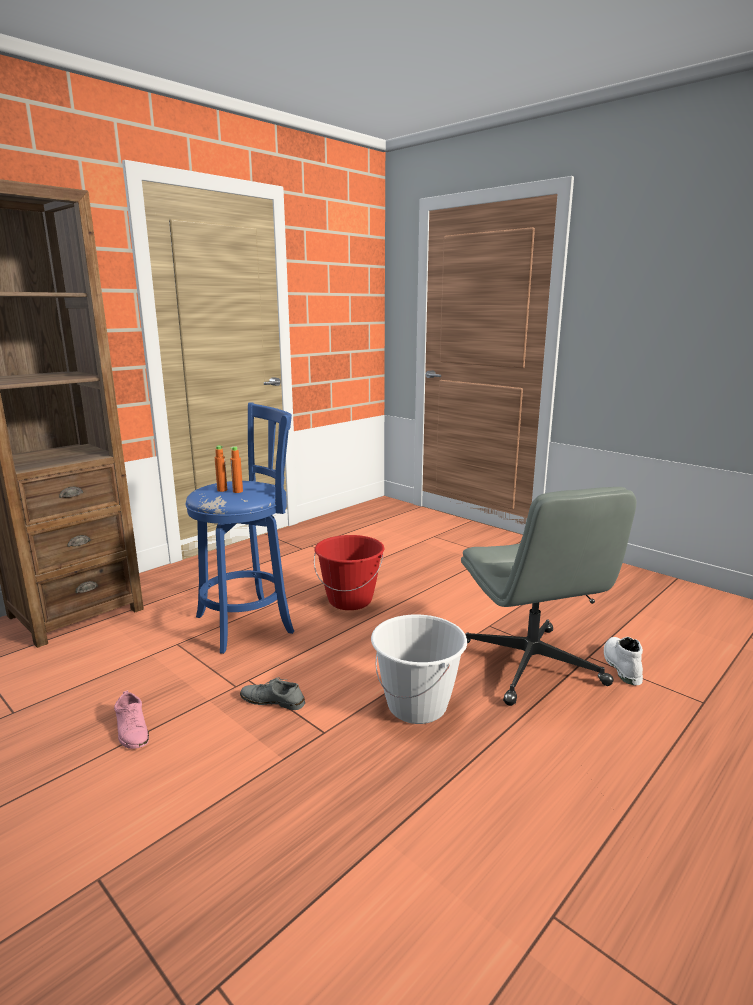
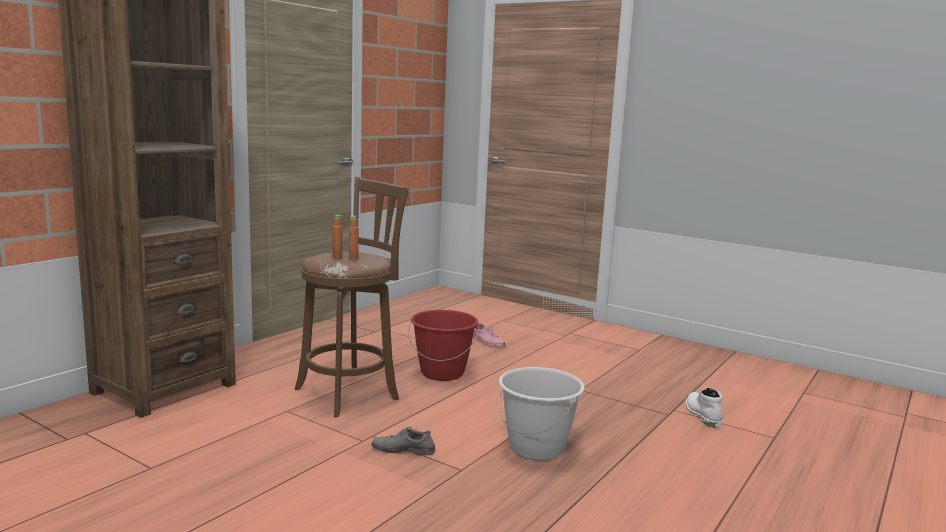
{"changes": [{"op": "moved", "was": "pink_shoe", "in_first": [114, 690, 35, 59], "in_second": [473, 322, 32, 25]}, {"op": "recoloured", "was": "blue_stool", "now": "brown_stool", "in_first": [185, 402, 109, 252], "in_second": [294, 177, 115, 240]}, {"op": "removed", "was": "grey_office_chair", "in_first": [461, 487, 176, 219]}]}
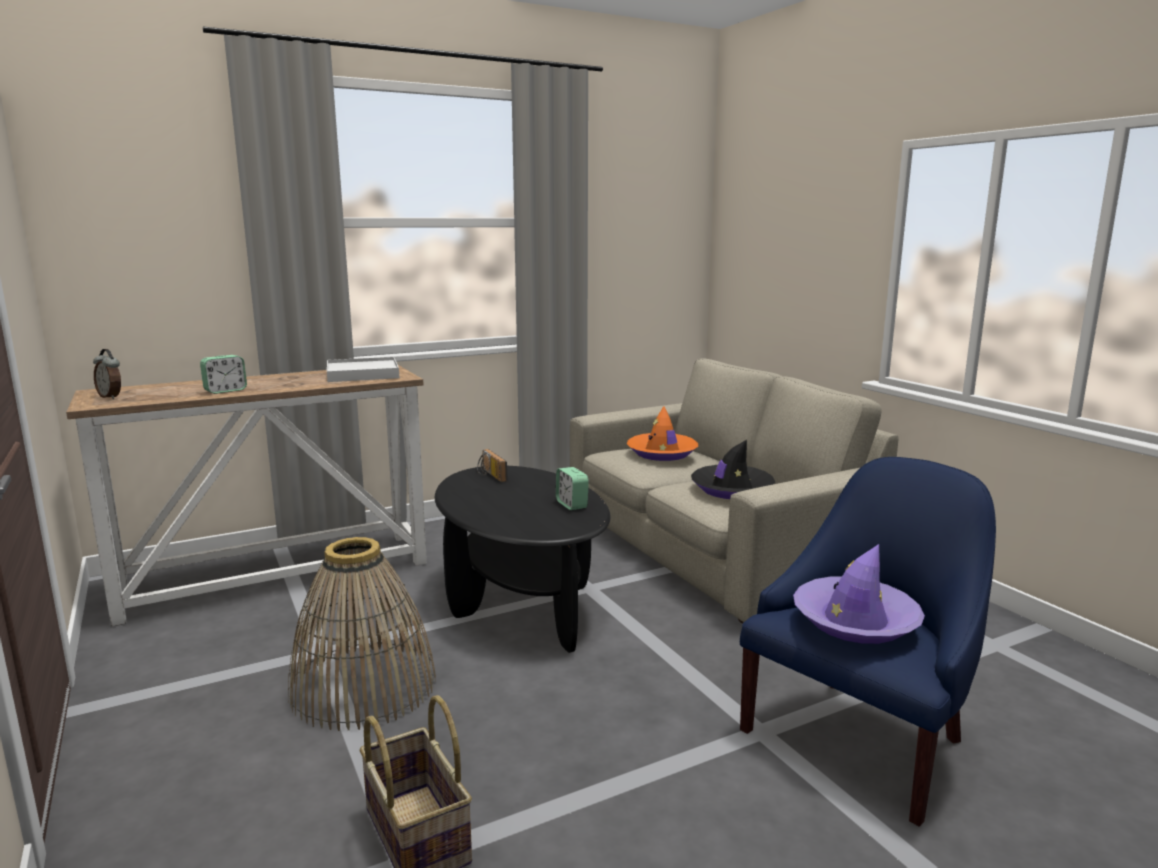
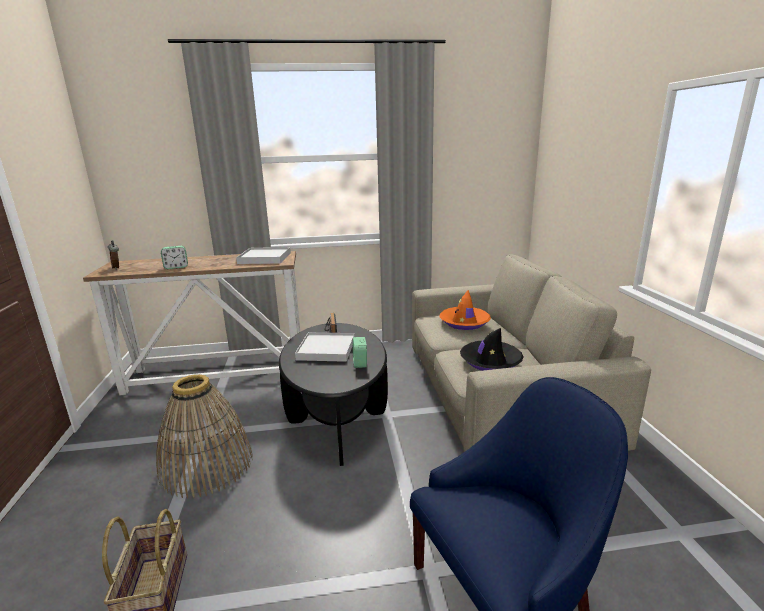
{"changes": [{"op": "removed", "was": "purple_hat", "in_first": [793, 544, 132, 100]}, {"op": "added", "now": "white_tray", "in_second": [295, 332, 60, 30]}]}
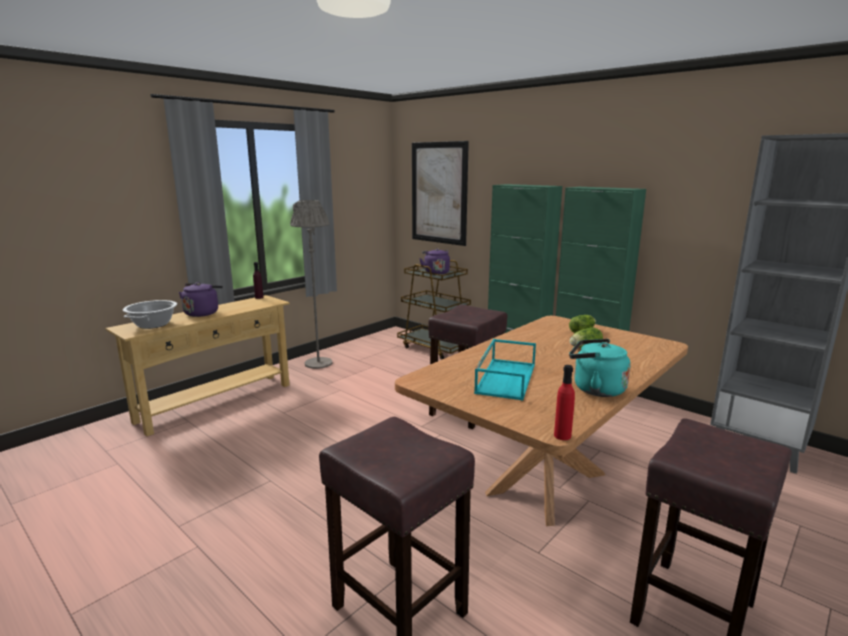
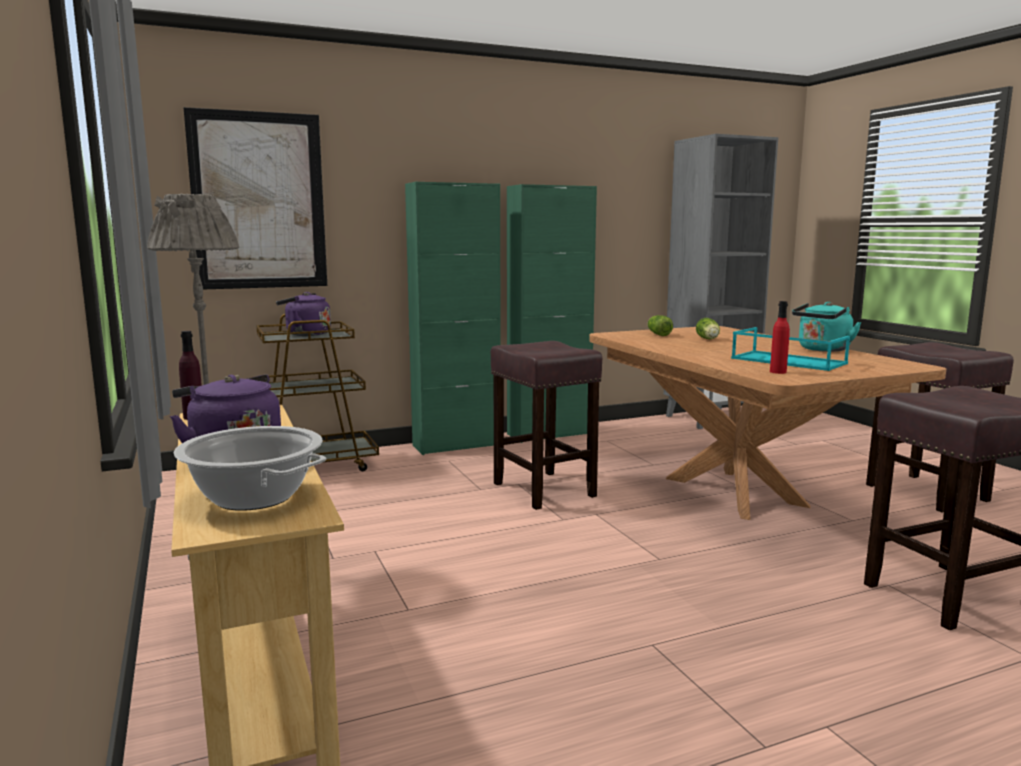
{"changes": [{"op": "moved", "was": "red_bottle", "in_first": [554, 365, 21, 75], "in_second": [770, 301, 20, 73]}]}
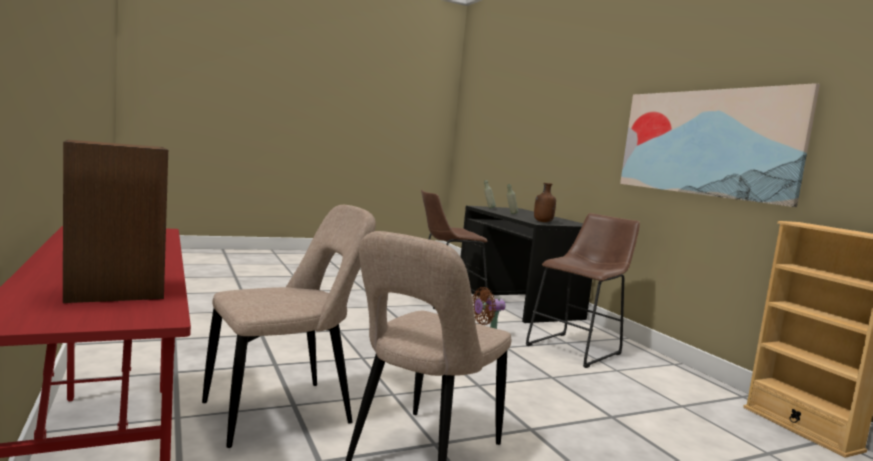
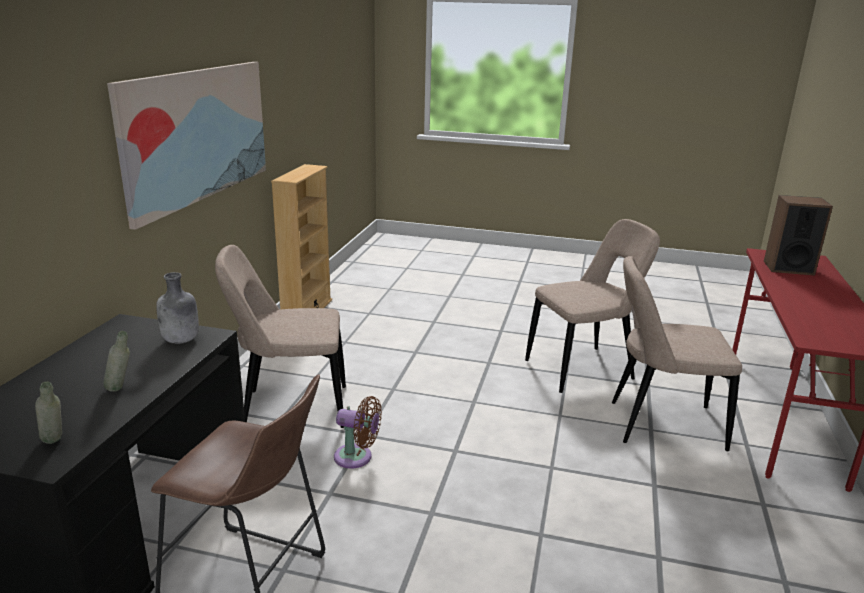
{"changes": [{"op": "replaced", "was": "brown_stool", "now": "beige_chair", "in_first": [526, 213, 114, 155], "in_second": [215, 245, 131, 183]}, {"op": "recoloured", "was": "brown_bottle", "now": "grey_bottle", "in_first": [534, 183, 22, 39], "in_second": [156, 272, 43, 72]}]}
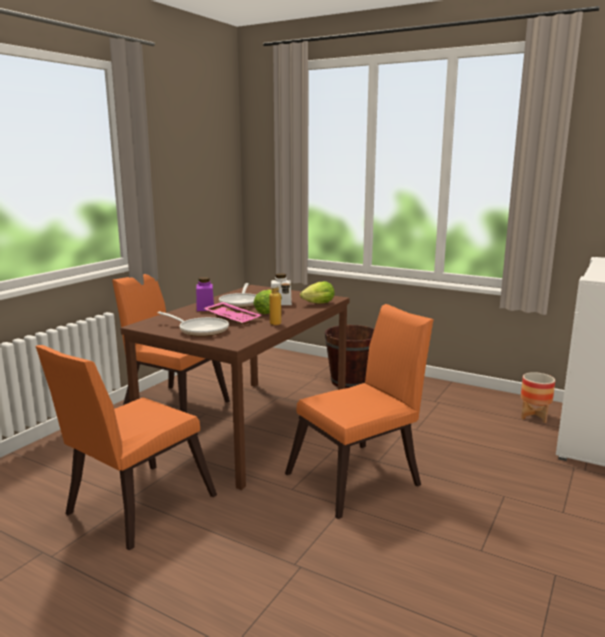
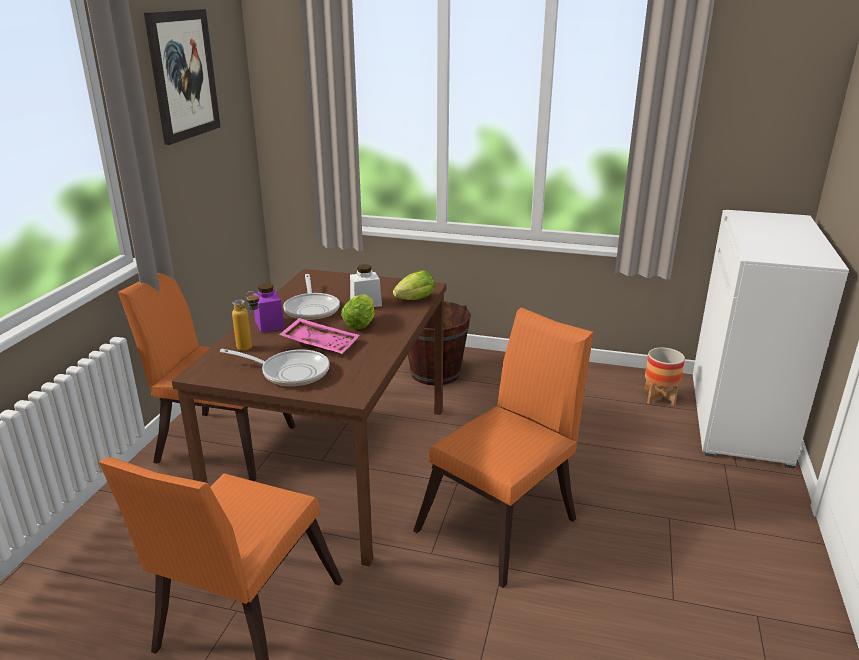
{"changes": [{"op": "moved", "was": "bottle", "in_first": [269, 279, 21, 46], "in_second": [232, 291, 28, 60]}, {"op": "added", "now": "picture", "in_second": [144, 9, 77, 136]}]}
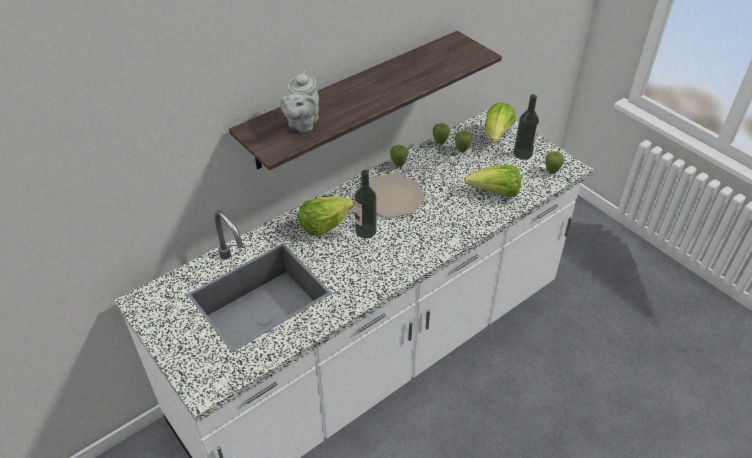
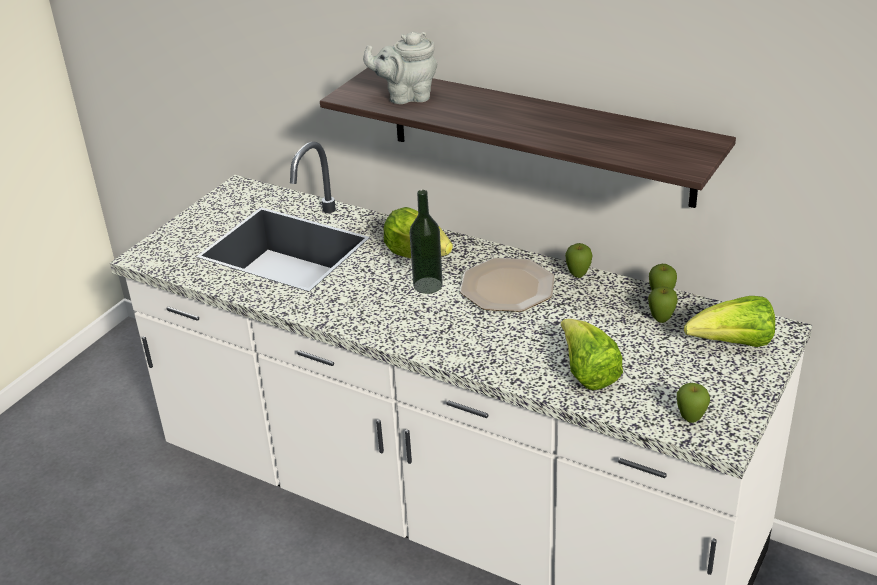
{"changes": [{"op": "removed", "was": "bottle", "in_first": [514, 94, 25, 66]}]}
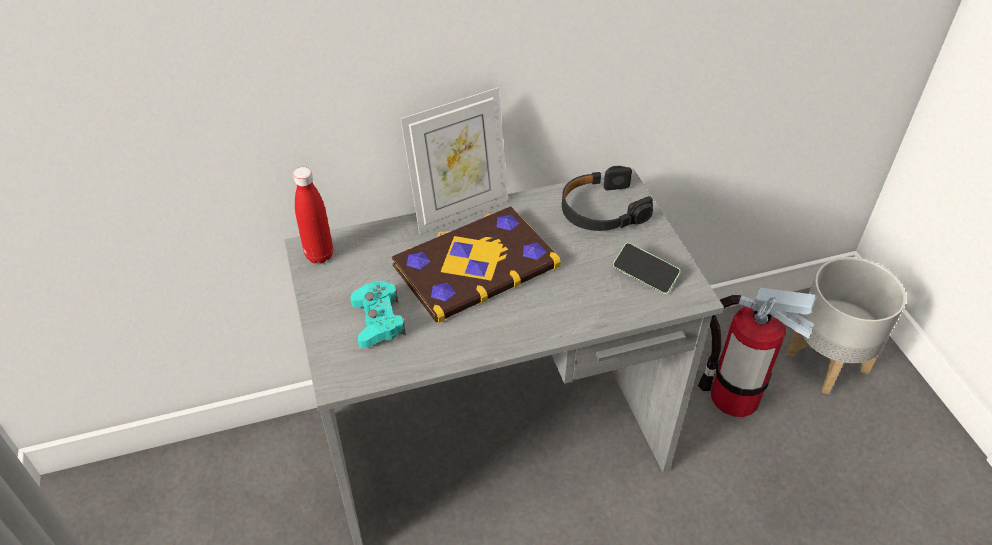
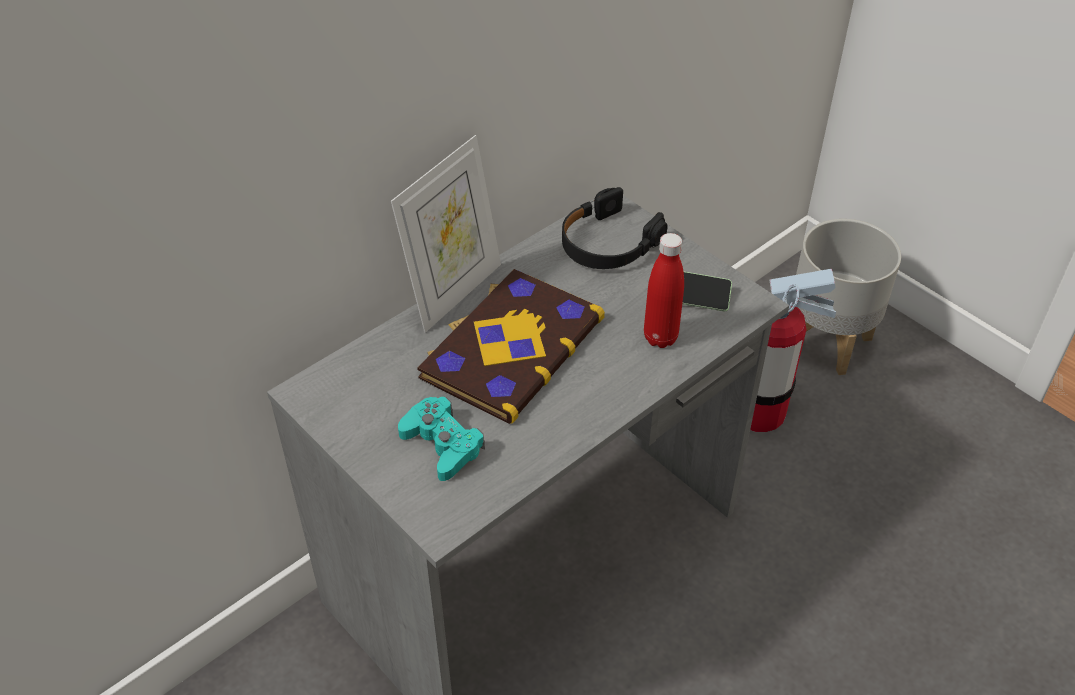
{"changes": [{"op": "moved", "was": "red_bottle", "in_first": [293, 167, 40, 96], "in_second": [644, 233, 40, 115]}]}
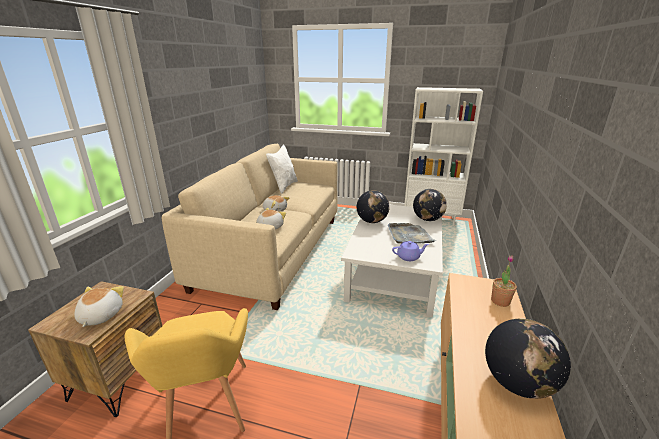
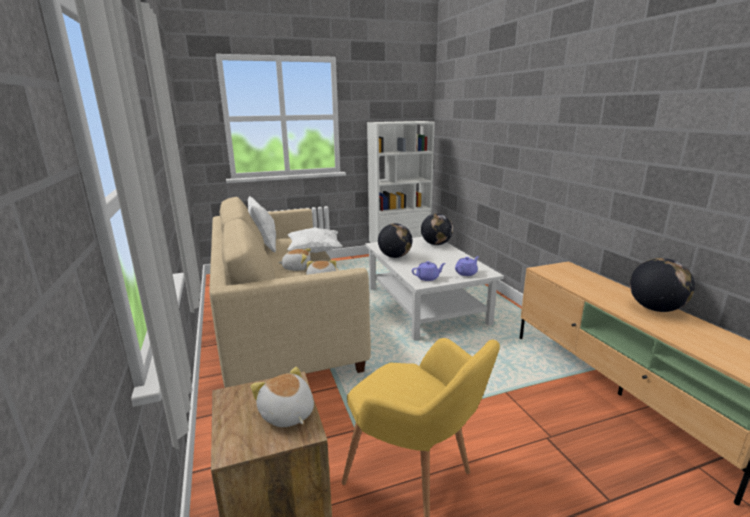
{"changes": [{"op": "removed", "was": "grey_tray", "in_first": [388, 223, 48, 21]}, {"op": "removed", "was": "potted_plant", "in_first": [491, 255, 26, 52]}, {"op": "added", "now": "white_pillow", "in_second": [287, 227, 56, 26]}, {"op": "added", "now": "purple_teapot", "in_second": [412, 261, 34, 20]}]}
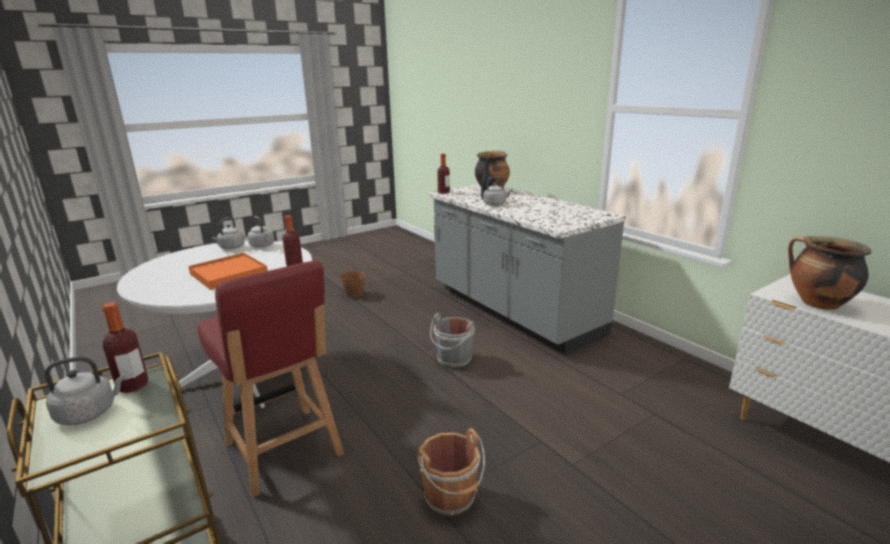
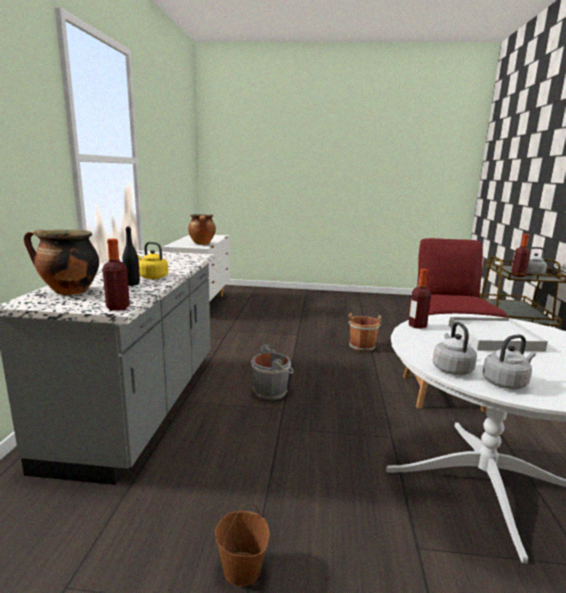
{"changes": [{"op": "recoloured", "was": "orange_tray", "now": "white_tray", "in_first": [188, 253, 80, 37], "in_second": [448, 317, 100, 34]}, {"op": "recoloured", "was": "grey_kettle", "now": "yellow_kettle", "in_first": [483, 176, 30, 30], "in_second": [138, 242, 30, 37]}]}
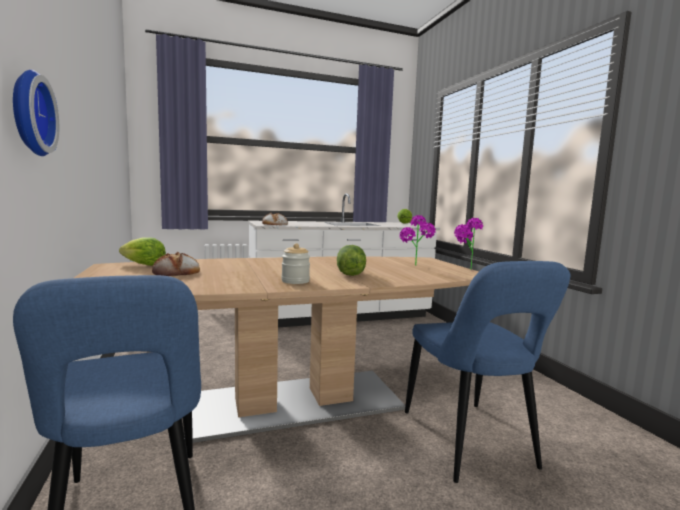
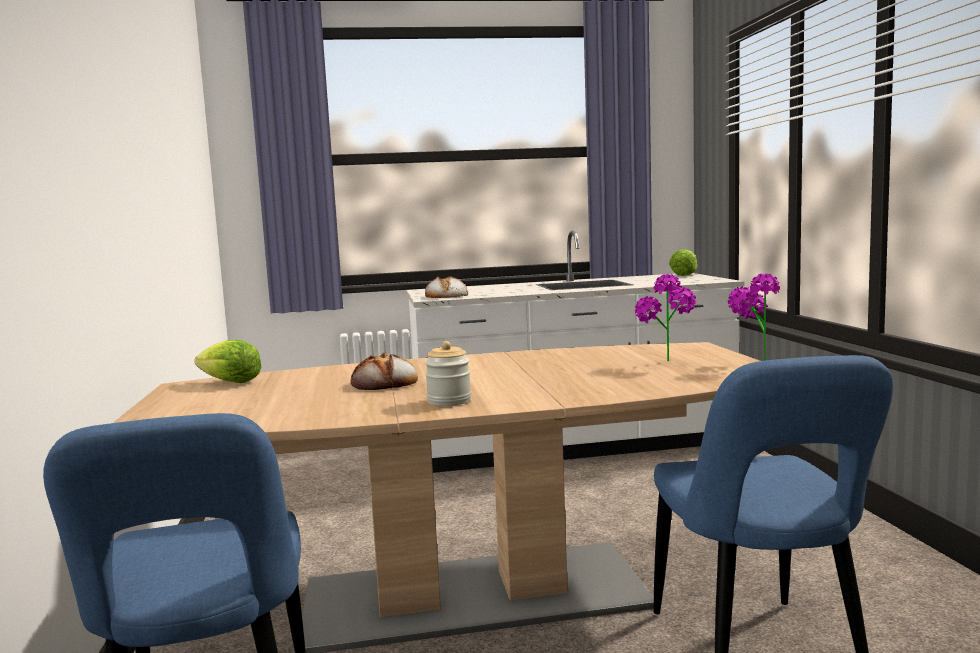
{"changes": [{"op": "removed", "was": "wall_clock", "in_first": [13, 70, 46, 86]}, {"op": "moved", "was": "bread", "in_first": [152, 252, 48, 24], "in_second": [351, 352, 67, 38]}, {"op": "removed", "was": "lettuce", "in_first": [337, 245, 29, 31]}]}
